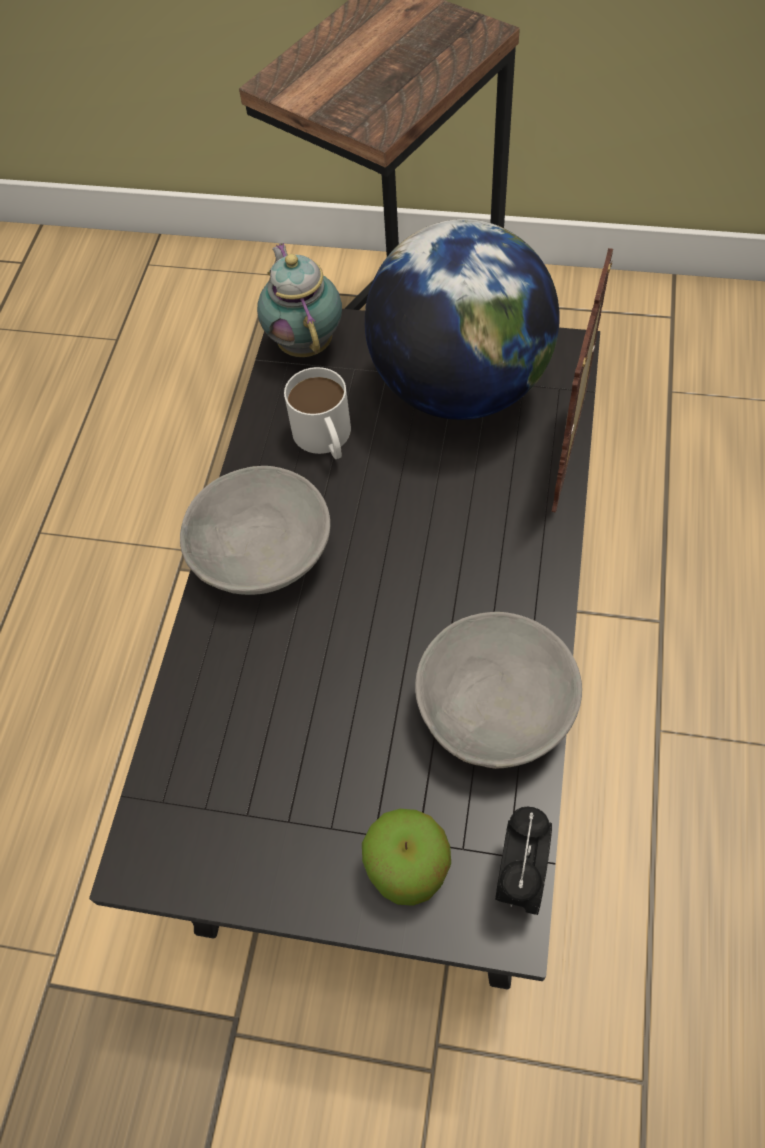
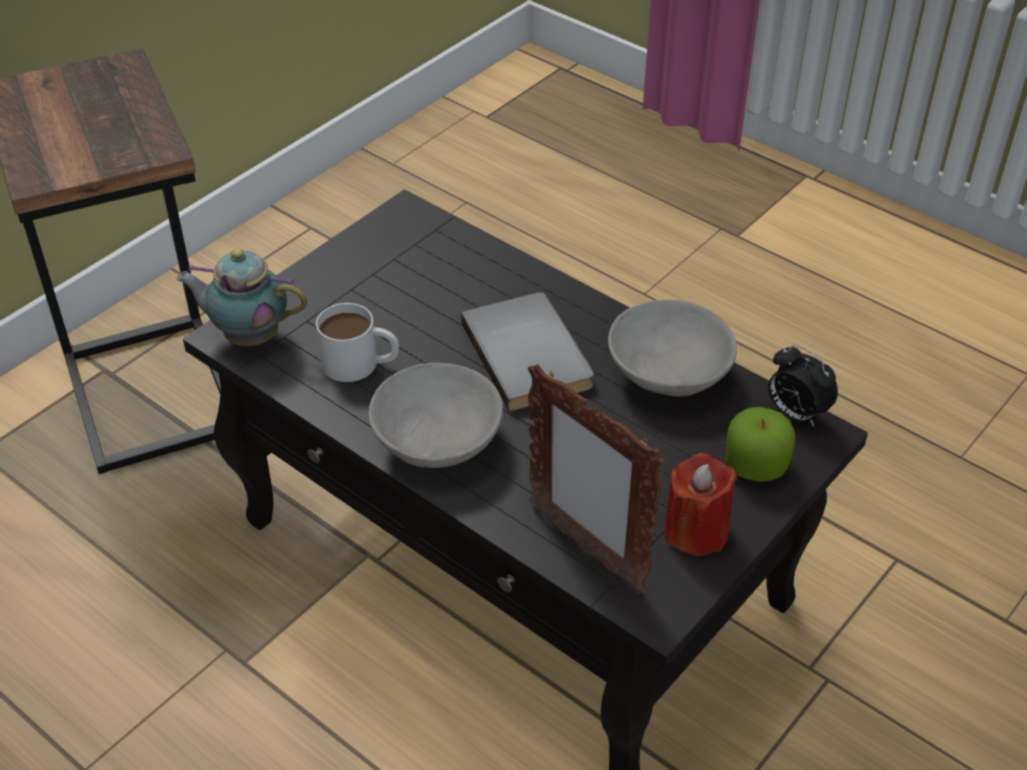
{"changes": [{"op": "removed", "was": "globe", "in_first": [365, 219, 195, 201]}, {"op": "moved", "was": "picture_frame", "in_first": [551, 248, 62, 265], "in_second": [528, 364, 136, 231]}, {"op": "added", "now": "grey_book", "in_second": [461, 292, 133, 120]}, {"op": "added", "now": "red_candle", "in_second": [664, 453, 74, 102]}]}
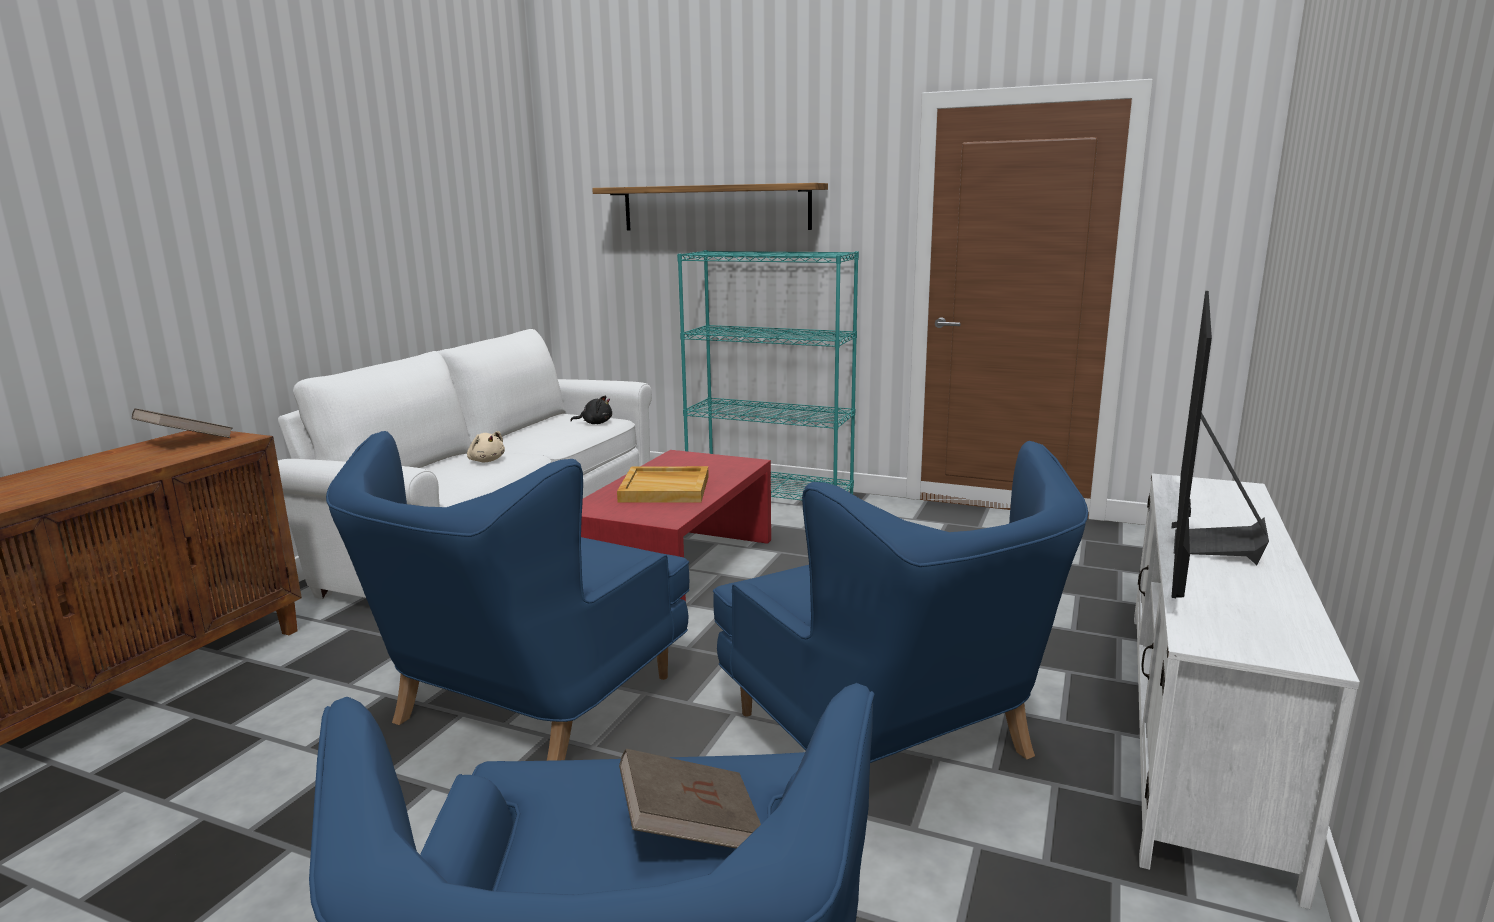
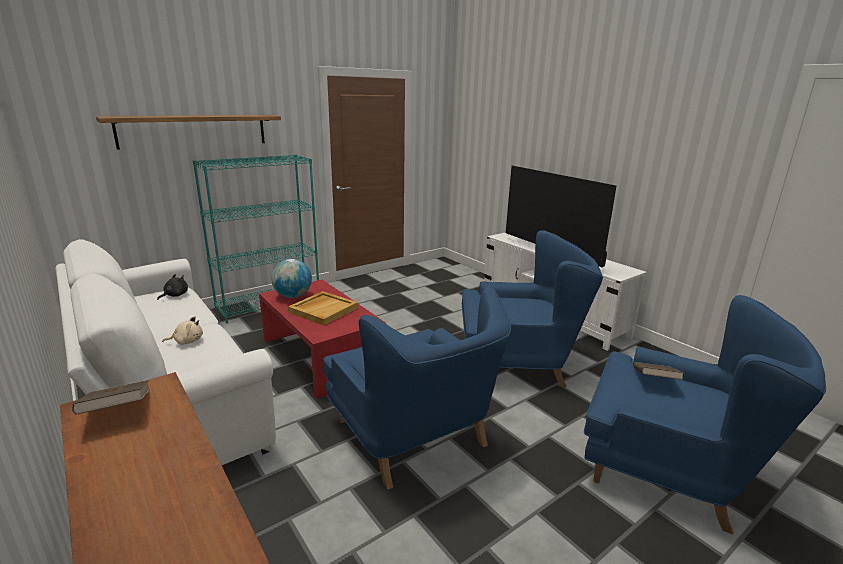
{"changes": [{"op": "added", "now": "globe", "in_second": [271, 259, 41, 39]}]}
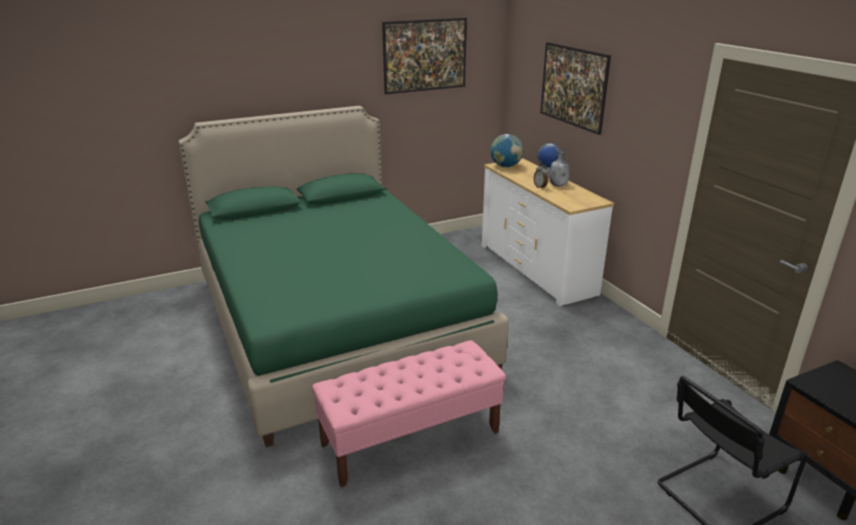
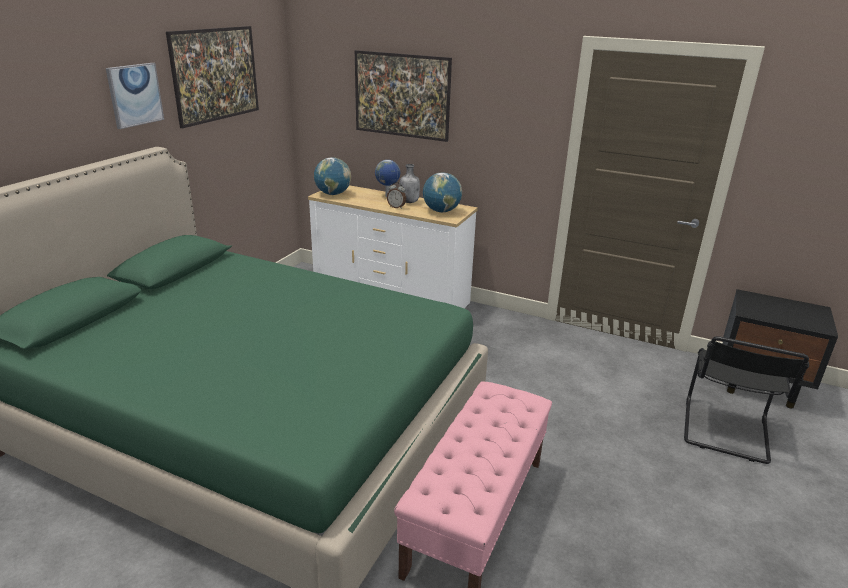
{"changes": [{"op": "added", "now": "picture", "in_second": [106, 63, 58, 66]}, {"op": "added", "now": "globe", "in_second": [423, 172, 39, 40]}]}
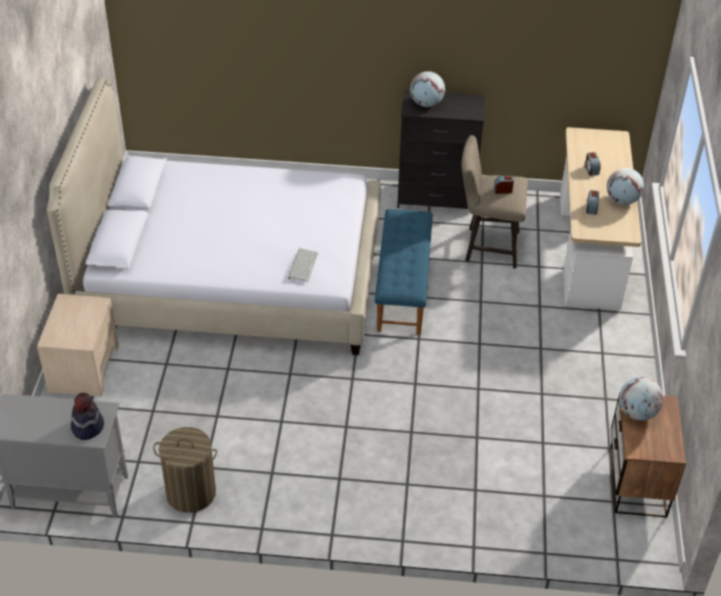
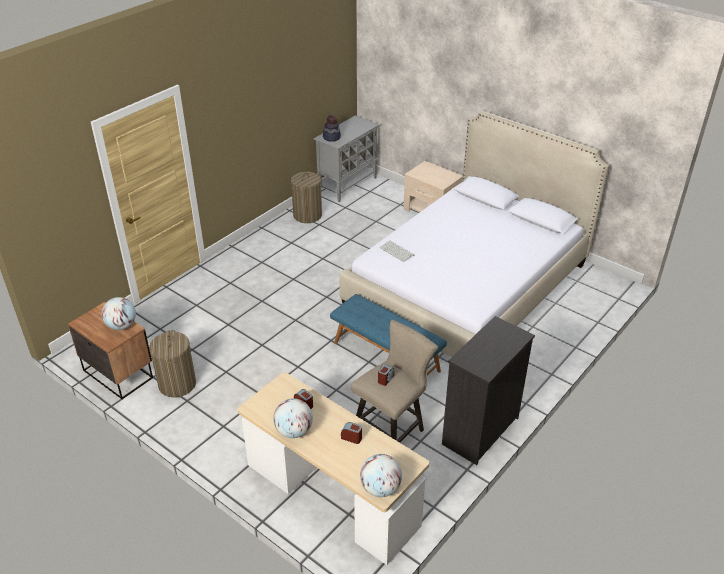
{"changes": [{"op": "moved", "was": "globe", "in_first": [410, 71, 35, 36], "in_second": [360, 454, 42, 43]}, {"op": "added", "now": "laundry_basket", "in_second": [149, 330, 47, 67]}]}
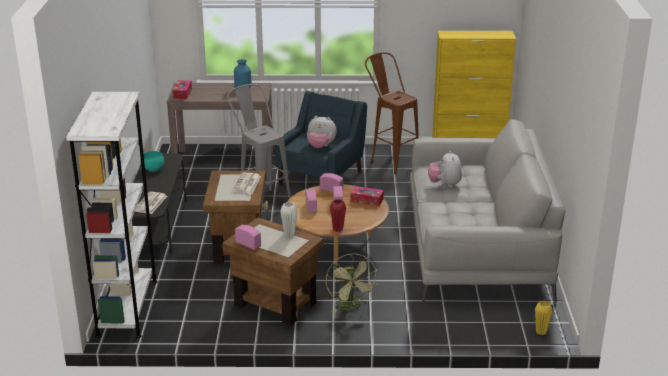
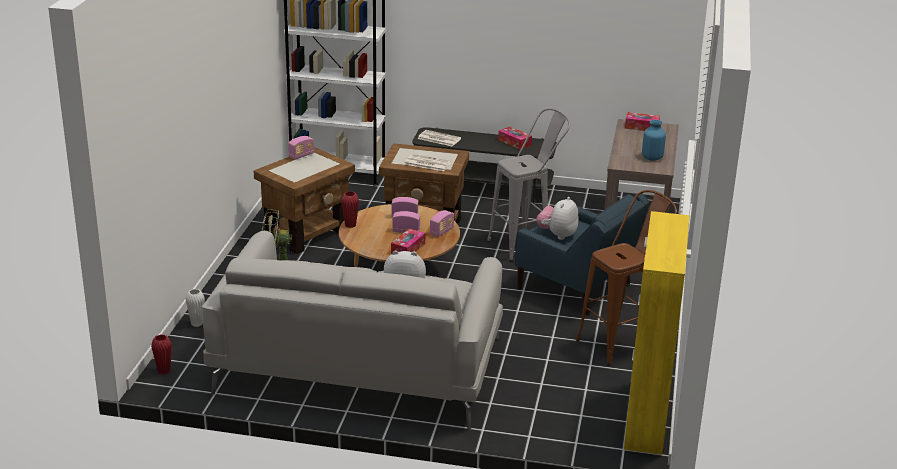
{"changes": [{"op": "replaced", "was": "turquoise_bowl", "now": "tissue_box", "in_first": [144, 151, 20, 21], "in_second": [498, 127, 34, 23]}, {"op": "moved", "was": "white_vase", "in_first": [280, 202, 17, 34], "in_second": [186, 289, 19, 38]}, {"op": "recoloured", "was": "yellow_vase", "now": "red_vase", "in_first": [535, 301, 18, 34], "in_second": [151, 335, 21, 39]}]}
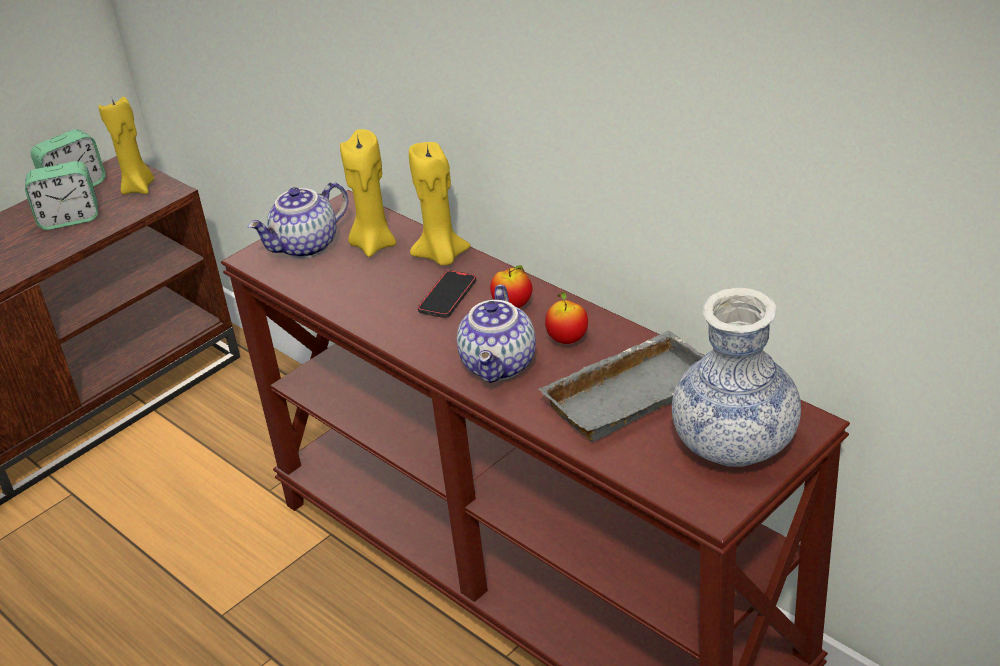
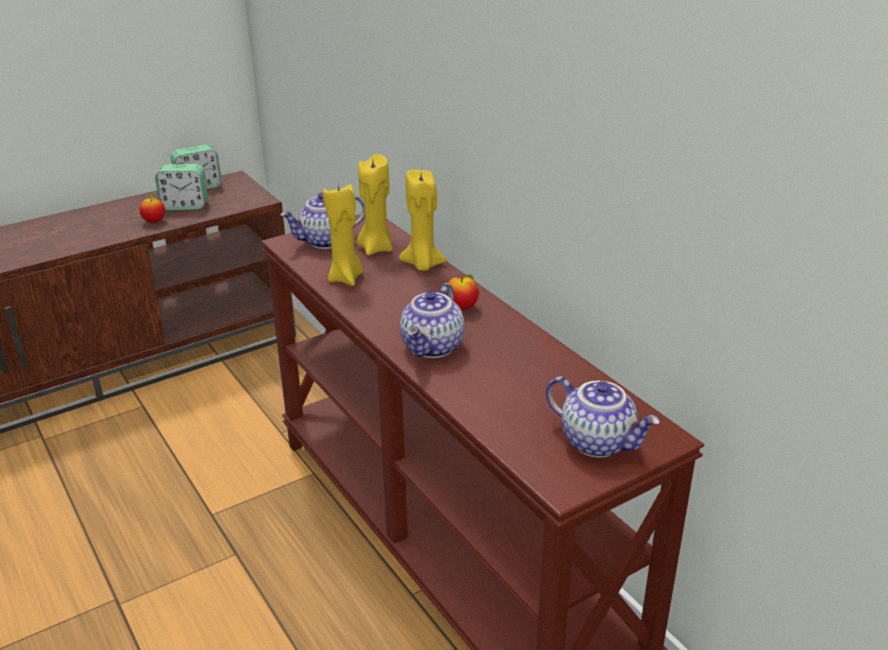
{"changes": [{"op": "moved", "was": "yellow_candle", "in_first": [98, 97, 56, 98], "in_second": [323, 184, 40, 102]}, {"op": "removed", "was": "phone", "in_first": [418, 270, 58, 48]}, {"op": "removed", "was": "grey_tray", "in_first": [538, 331, 167, 111]}, {"op": "moved", "was": "apple", "in_first": [545, 292, 43, 52], "in_second": [139, 193, 26, 30]}, {"op": "replaced", "was": "vase", "now": "teapot", "in_first": [672, 288, 129, 179], "in_second": [546, 377, 114, 81]}]}
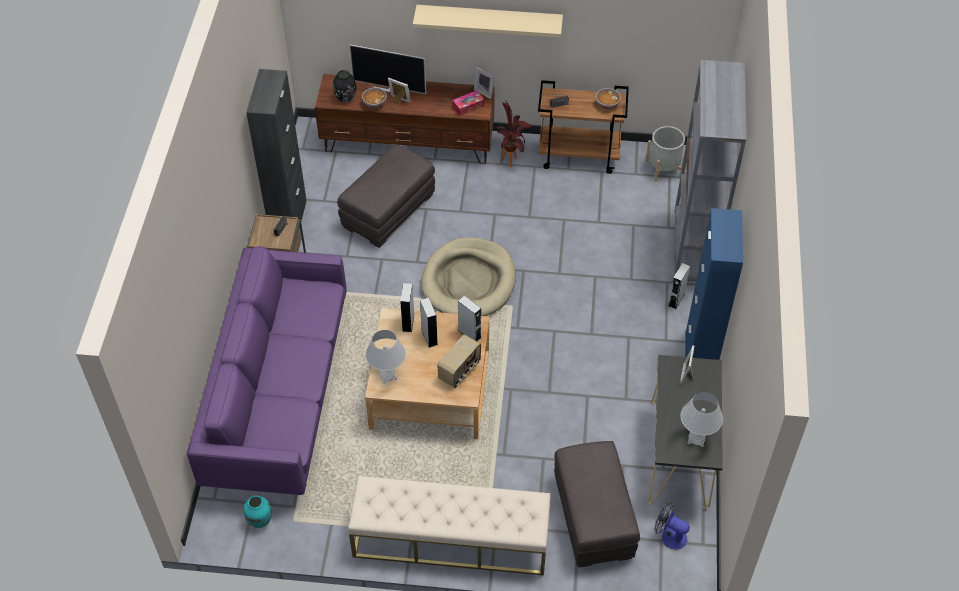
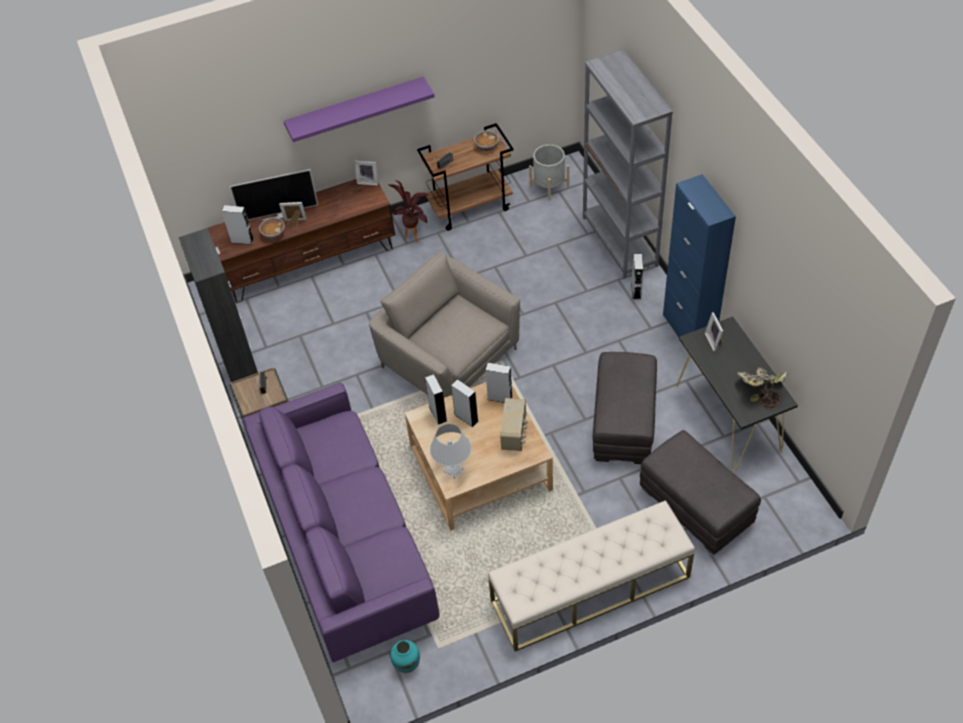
{"changes": [{"op": "replaced", "was": "black_vase", "now": "grey_speaker", "in_first": [333, 70, 23, 32], "in_second": [222, 205, 32, 40]}, {"op": "moved", "was": "grey_ottoman", "in_first": [337, 144, 98, 104], "in_second": [592, 352, 65, 112]}, {"op": "recoloured", "was": "beige_shelf", "now": "purple_shelf", "in_first": [413, 5, 150, 33], "in_second": [284, 77, 151, 65]}, {"op": "replaced", "was": "beige_dog_bed", "now": "beige_armchair", "in_first": [421, 237, 95, 79], "in_second": [369, 251, 151, 147]}, {"op": "removed", "was": "tissue_box", "in_first": [453, 90, 31, 26]}, {"op": "removed", "was": "fan", "in_first": [654, 502, 36, 48]}, {"op": "replaced", "was": "white_table_lamp", "now": "potted_plant", "in_first": [680, 392, 43, 55], "in_second": [737, 367, 51, 41]}]}
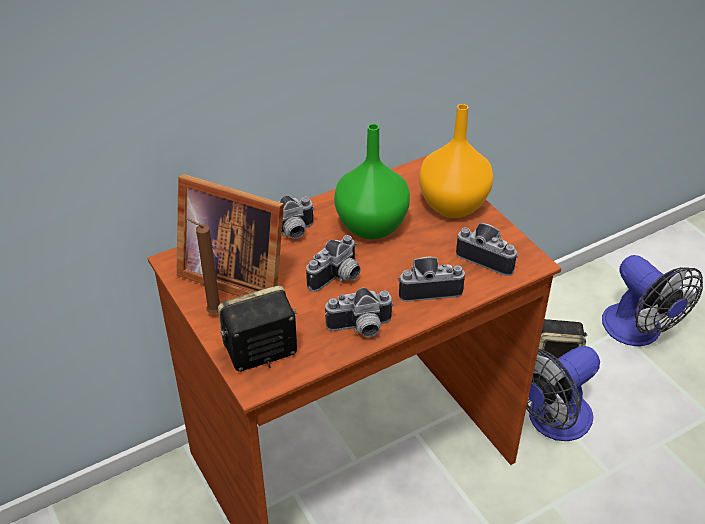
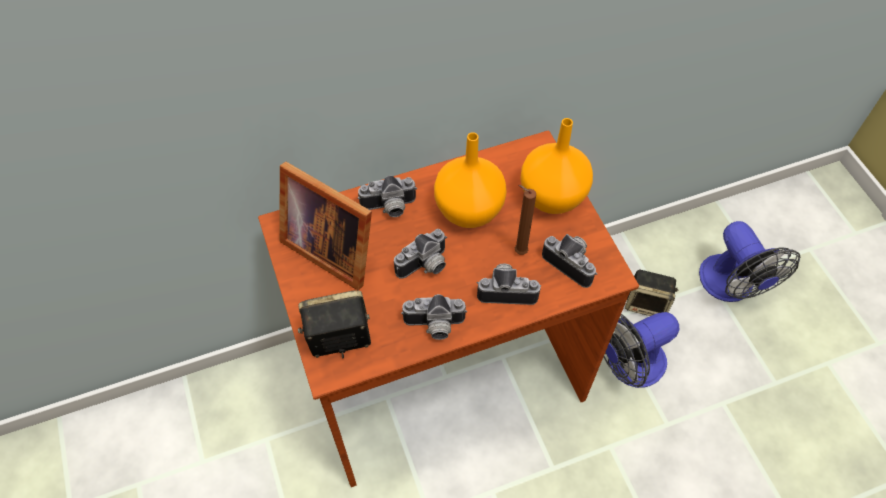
{"changes": [{"op": "moved", "was": "brown_candle", "in_first": [187, 219, 33, 95], "in_second": [515, 185, 21, 70]}, {"op": "recoloured", "was": "green_vase", "now": "orange_vase", "in_first": [334, 124, 76, 116], "in_second": [434, 132, 73, 96]}]}
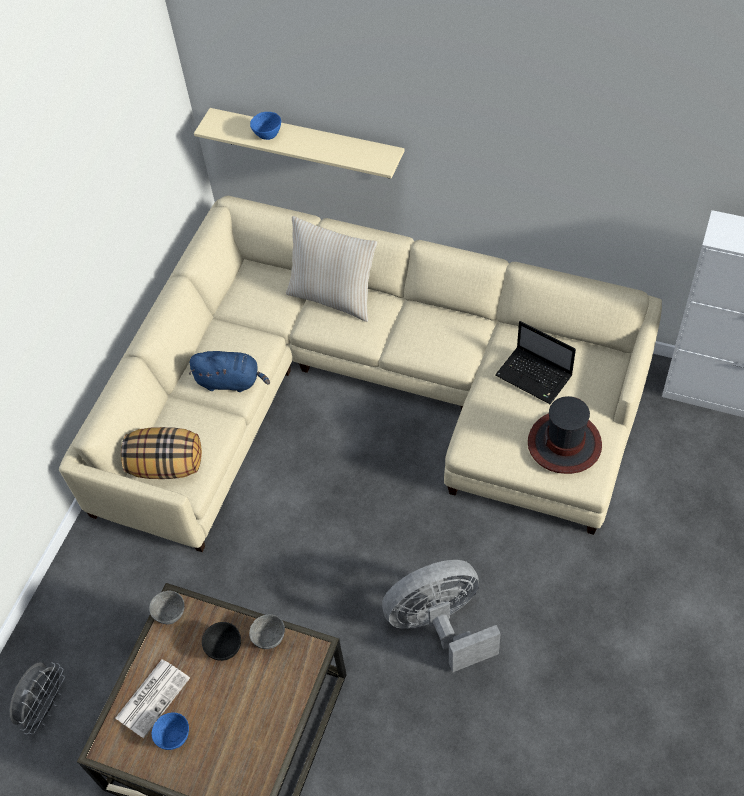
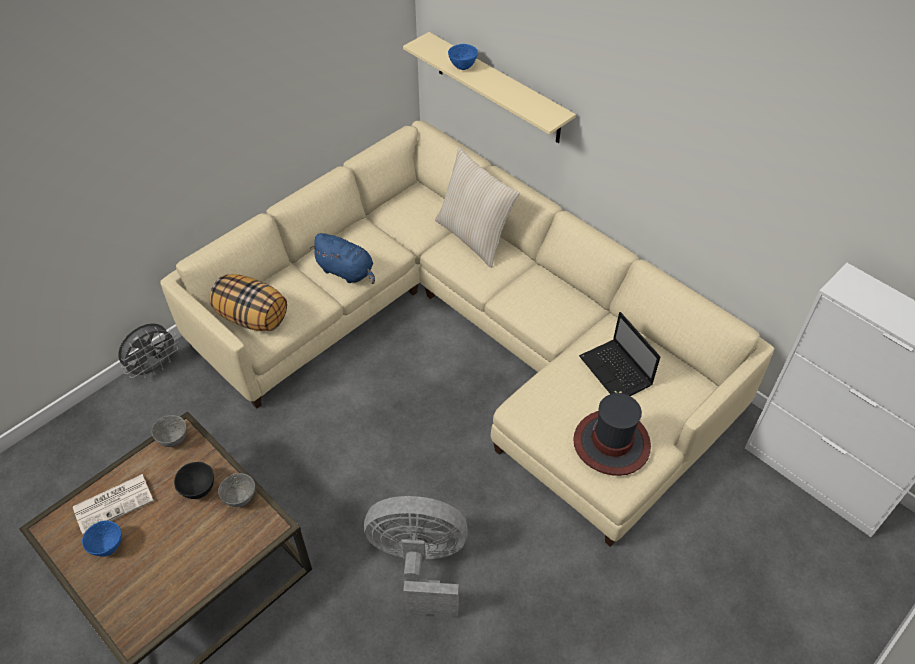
{"changes": [{"op": "moved", "was": "grey_fan", "in_first": [9, 662, 56, 72], "in_second": [118, 323, 61, 56]}]}
